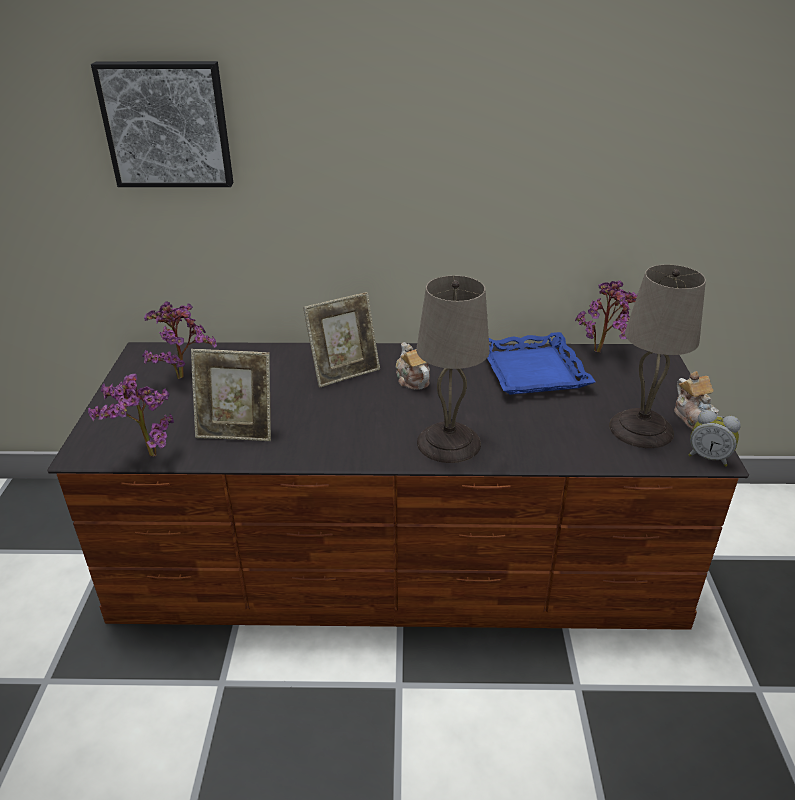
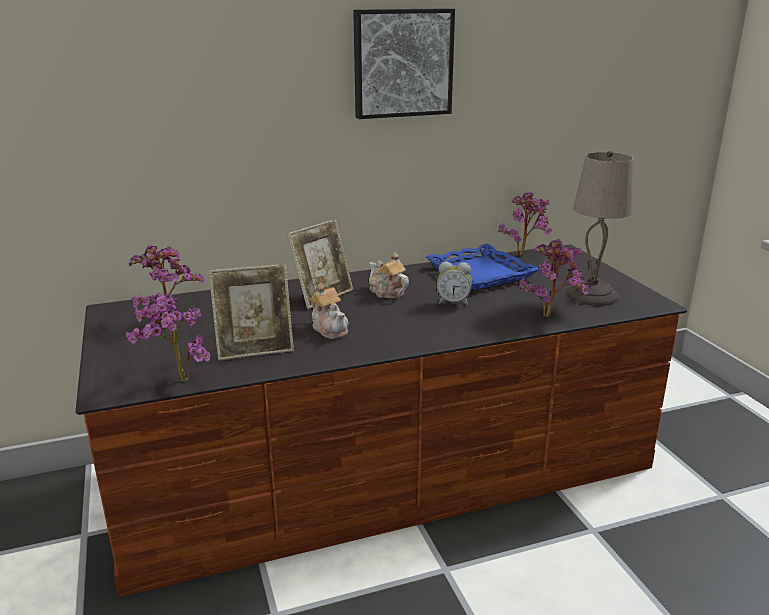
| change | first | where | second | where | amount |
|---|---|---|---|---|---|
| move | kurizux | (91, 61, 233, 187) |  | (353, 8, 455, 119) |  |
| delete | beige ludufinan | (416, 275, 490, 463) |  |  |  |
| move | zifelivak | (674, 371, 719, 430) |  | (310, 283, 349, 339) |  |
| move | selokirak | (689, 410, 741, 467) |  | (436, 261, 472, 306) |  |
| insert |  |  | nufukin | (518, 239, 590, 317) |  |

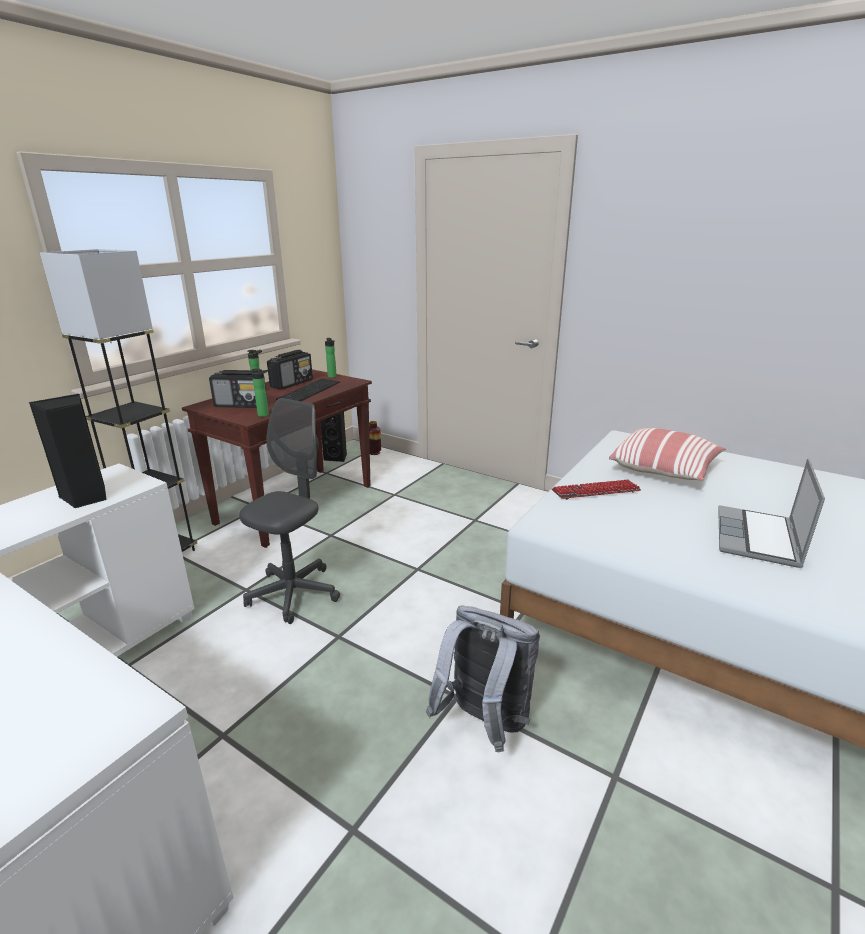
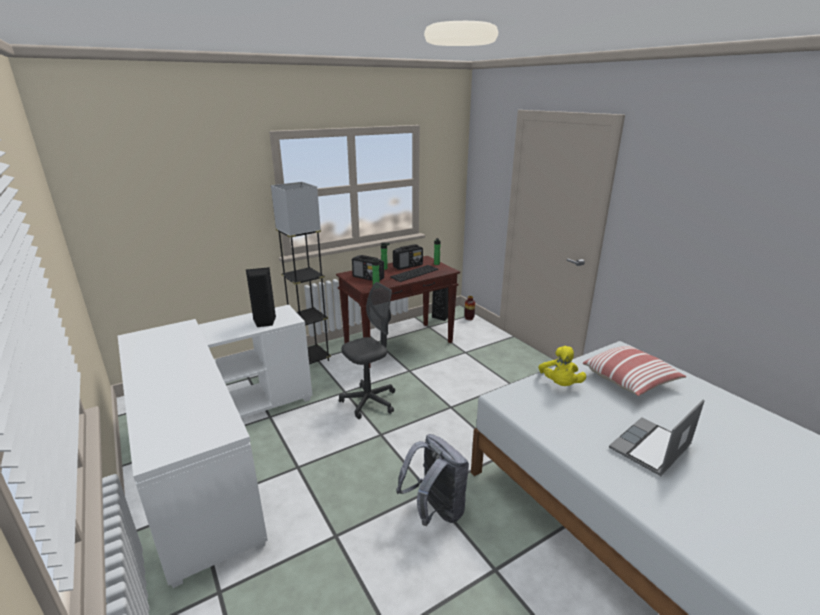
| change | first | where | second | where | amount |
|---|---|---|---|---|---|
| replace | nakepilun | (552, 479, 641, 500) | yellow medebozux | (539, 346, 586, 386) |  |

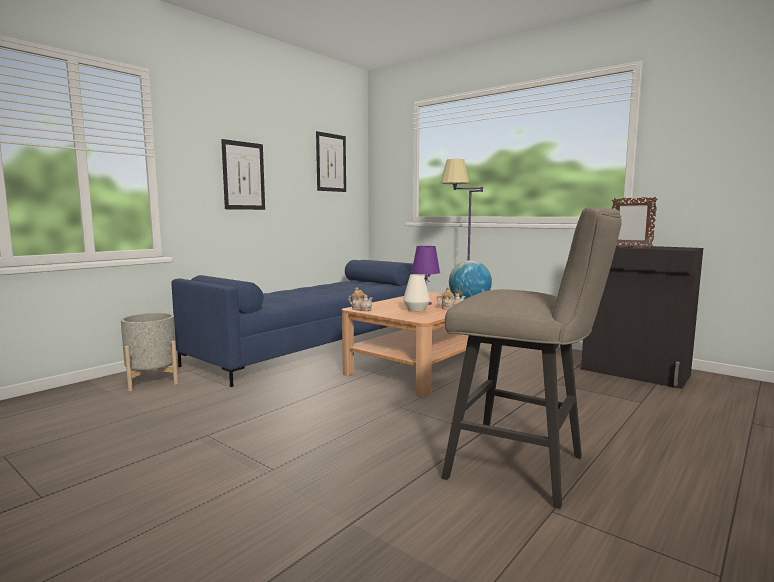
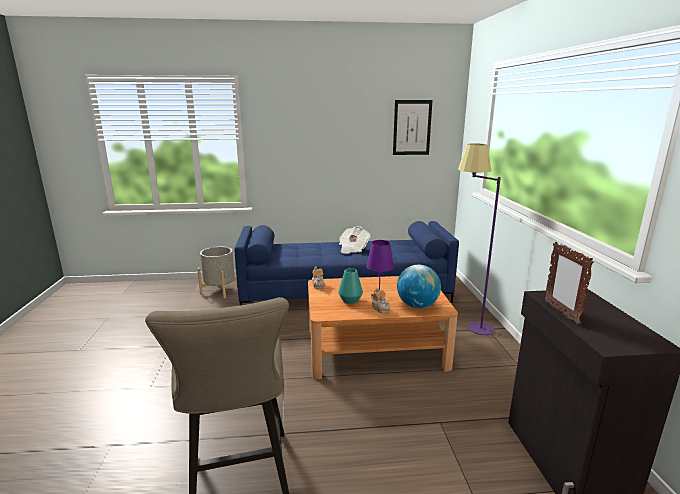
| change | first | where | second | where | amount |
|---|---|---|---|---|---|
| delete | kurizux | (221, 139, 265, 210) |  |  |  |
| recolor | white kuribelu | (403, 274, 430, 312) | turquoise kuribelu | (338, 268, 363, 304) |  |
| insert |  |  | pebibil | (339, 226, 371, 254) |  |

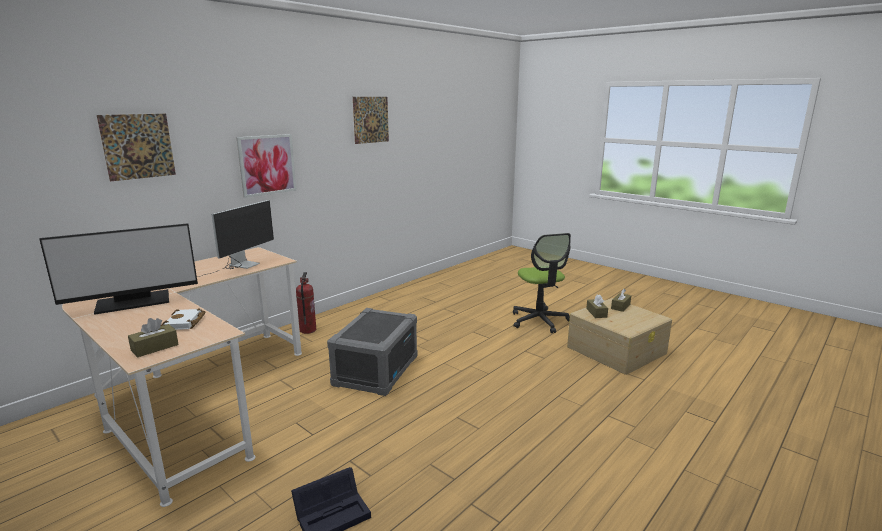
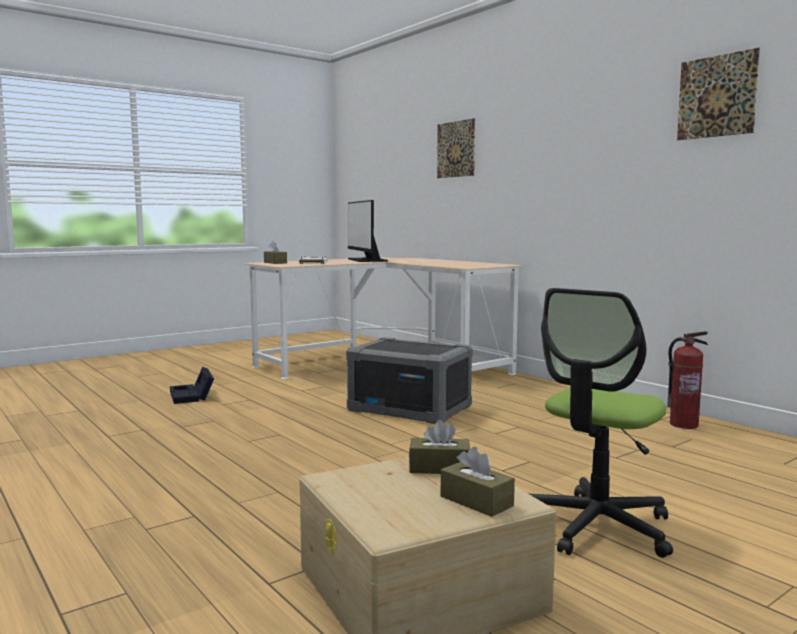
| change | first | where | second | where | amount |
|---|---|---|---|---|---|
| delete | kurizux | (236, 134, 296, 198) |  |  |  |
| delete | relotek | (197, 200, 274, 277) |  |  |  |
| rotate | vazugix | (513, 233, 571, 333) |  | (529, 288, 673, 558) | 45 degrees counterclockwise |
| move | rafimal | (296, 272, 316, 334) |  | (667, 331, 708, 429) |  |

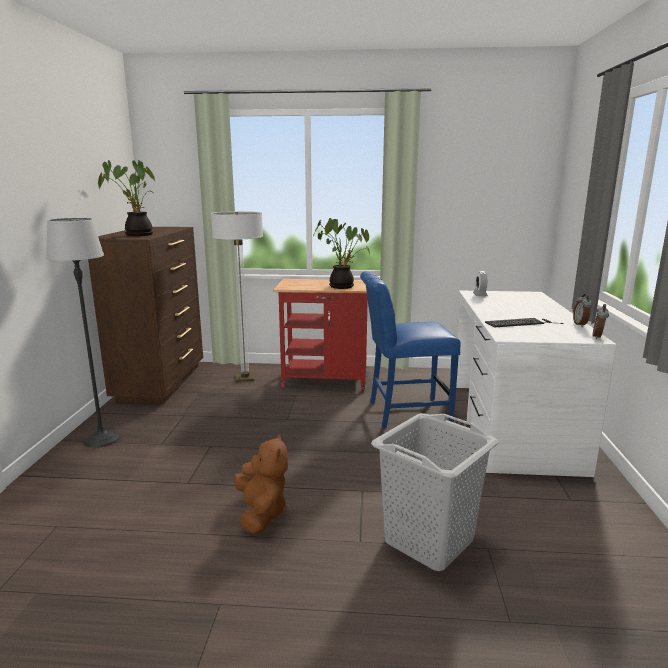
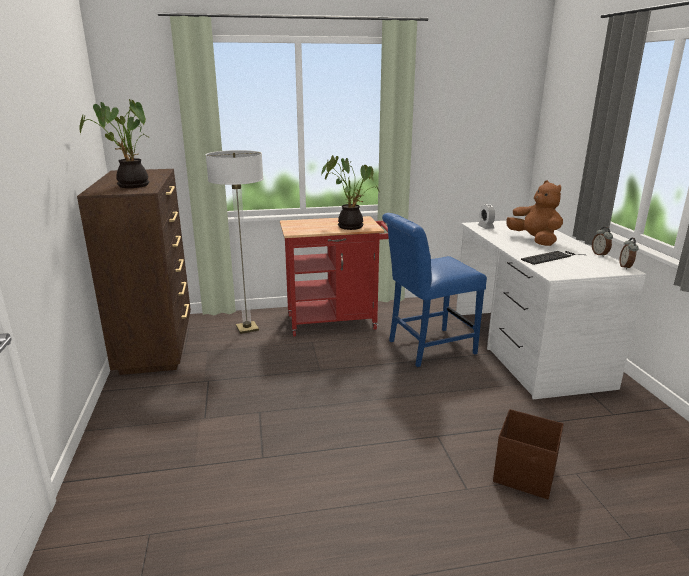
| change | first | where | second | where | amount |
|---|---|---|---|---|---|
| delete | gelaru | (46, 218, 120, 448) |  |  |  |
| replace | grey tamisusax | (371, 413, 498, 571) | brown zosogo | (493, 409, 564, 499) |  |
| move | brown medebozux | (234, 434, 288, 534) |  | (506, 180, 563, 246) |  |

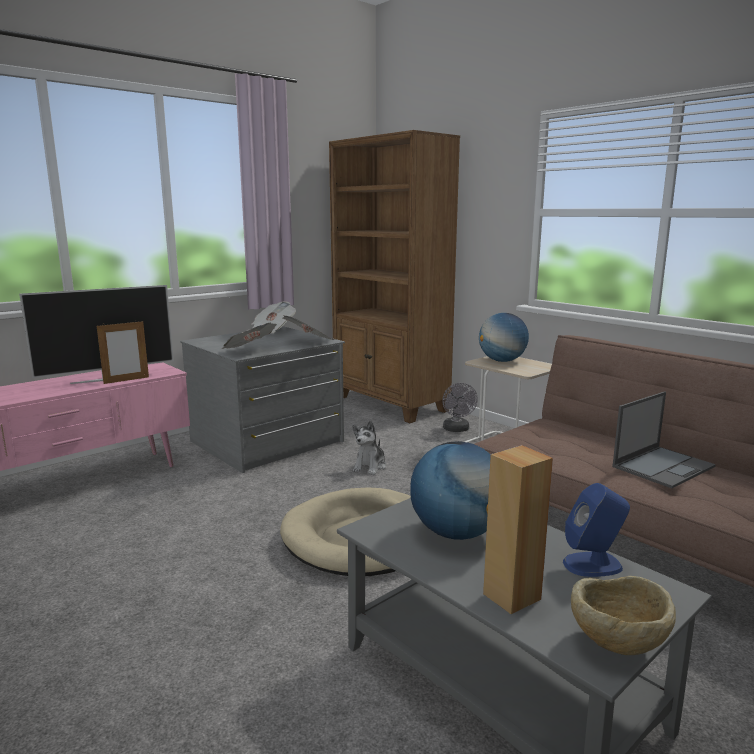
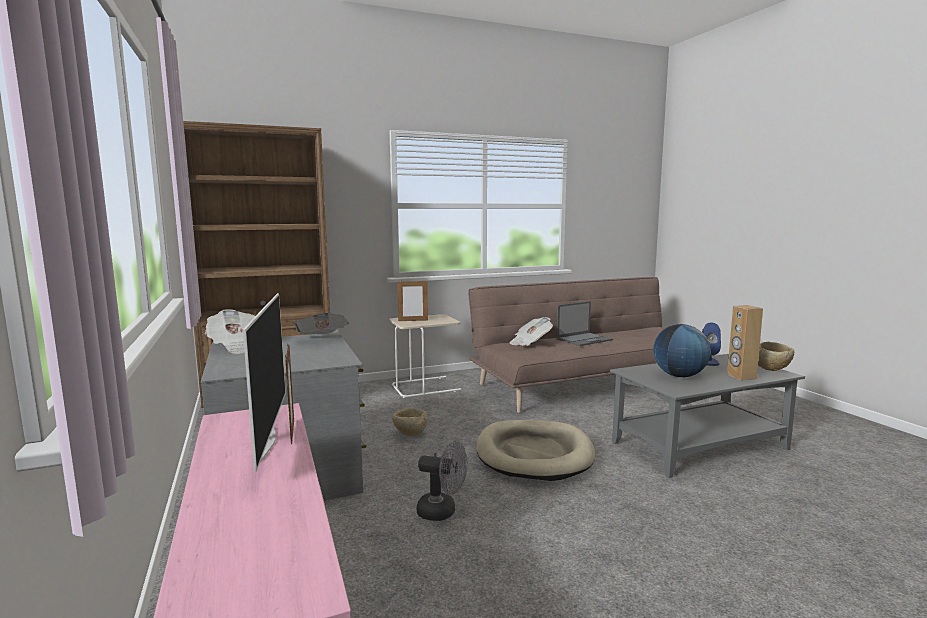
| change | first | where | second | where | amount |
|---|---|---|---|---|---|
| replace | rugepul | (479, 313, 529, 362) | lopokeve | (397, 281, 428, 321) |  |
| move | pebibil | (221, 323, 277, 349) |  | (509, 317, 553, 346) |  |
| move | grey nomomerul | (442, 383, 478, 432) |  | (417, 441, 467, 521) |  |
| rotate | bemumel | (612, 391, 716, 488) |  | (556, 301, 613, 346) | 75 degrees clockwise |
| replace | medebozux | (353, 421, 386, 475) | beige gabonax | (392, 407, 428, 436) |  |

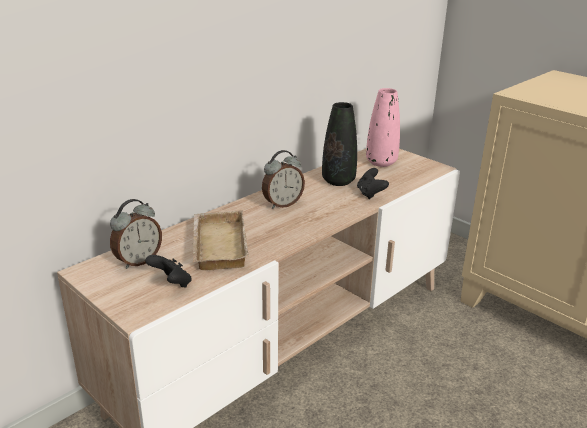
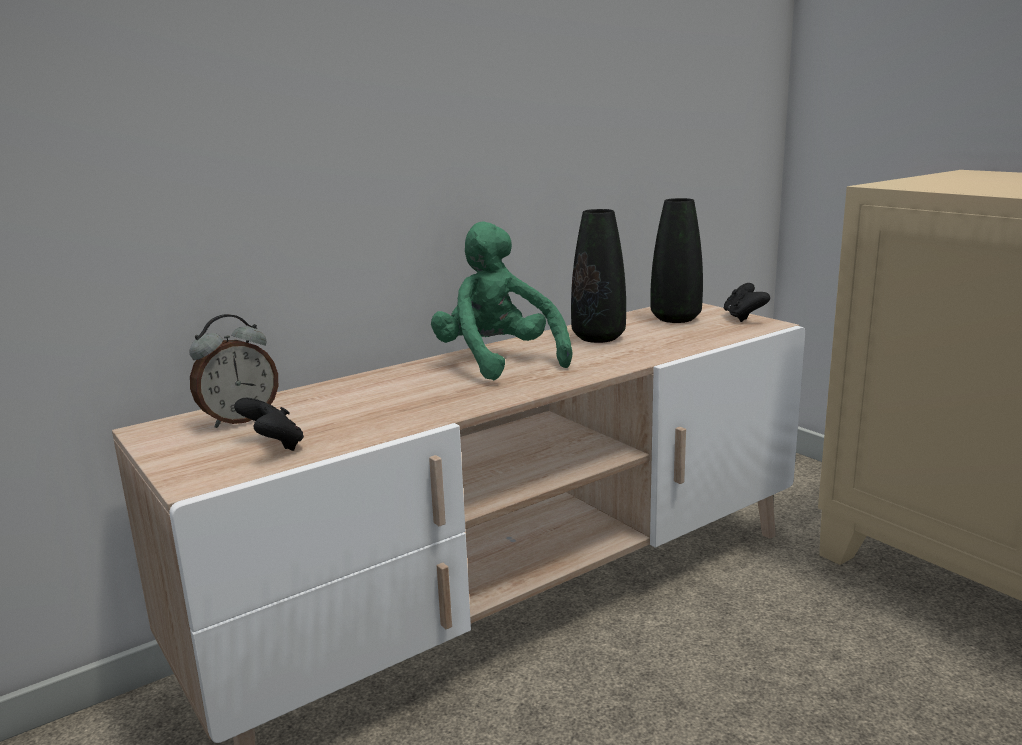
| change | first | where | second | where | amount |
|---|---|---|---|---|---|
| recolor | pink kuribelu | (366, 88, 400, 167) | black kuribelu | (650, 198, 703, 323) |  |
| replace | selokirak | (262, 150, 305, 209) | green medebozux | (431, 221, 572, 380) |  |
| move | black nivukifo | (357, 168, 389, 199) |  | (724, 283, 770, 322) |  |
| delete | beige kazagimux | (192, 210, 249, 270) |  |  |  |

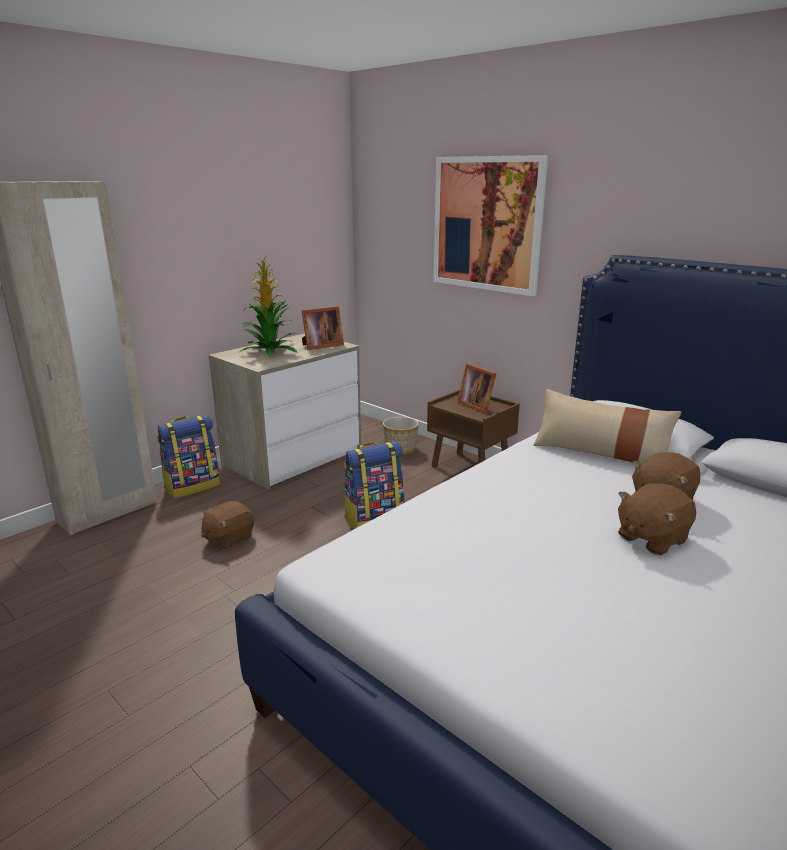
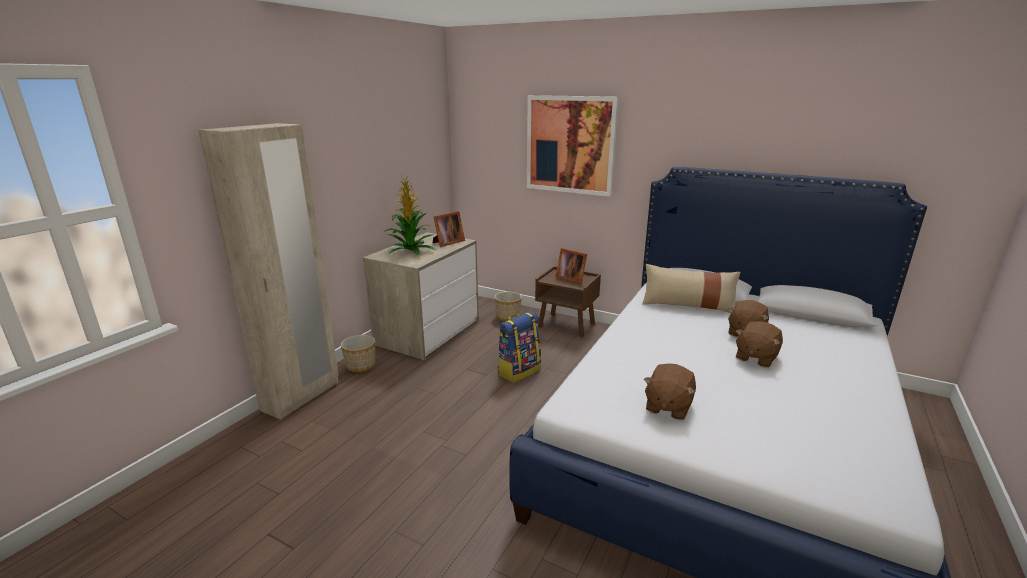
| change | first | where | second | where | amount |
|---|---|---|---|---|---|
| replace | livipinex | (157, 415, 220, 498) | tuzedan | (341, 335, 375, 373) |  |
| move | brown medebozux | (201, 501, 254, 550) |  | (644, 364, 696, 420) |  |

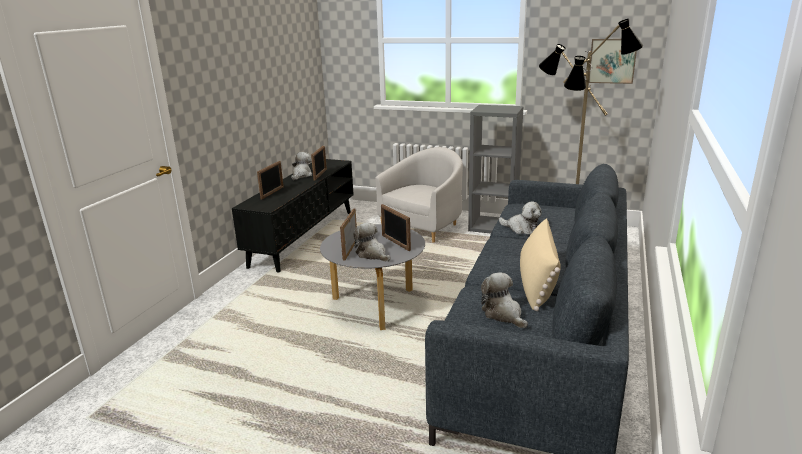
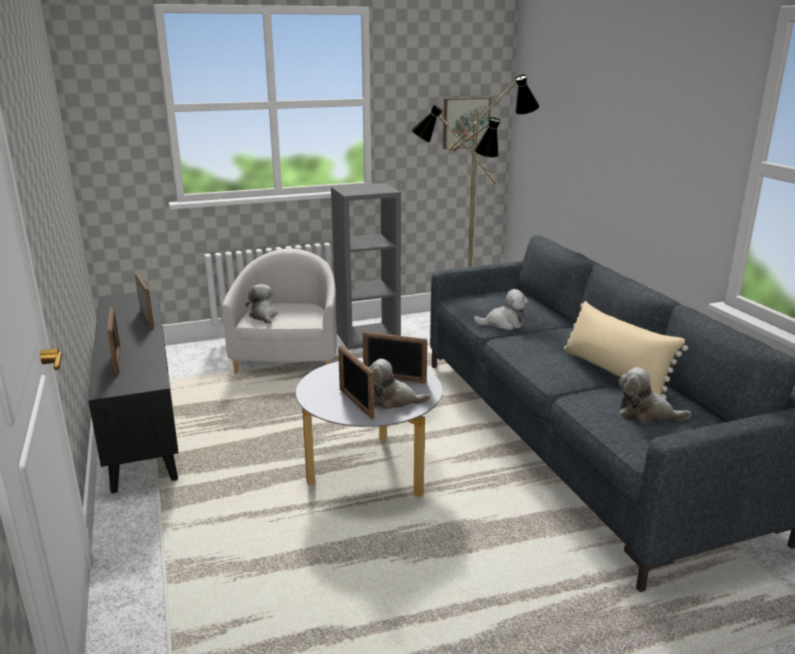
| change | first | where | second | where | amount |
|---|---|---|---|---|---|
| move | medebozux | (291, 152, 312, 180) |  | (246, 284, 278, 324) |  |

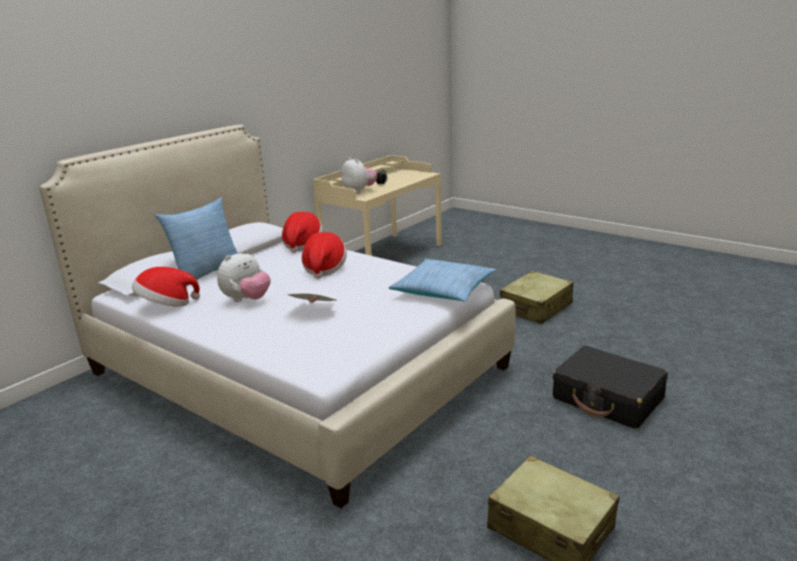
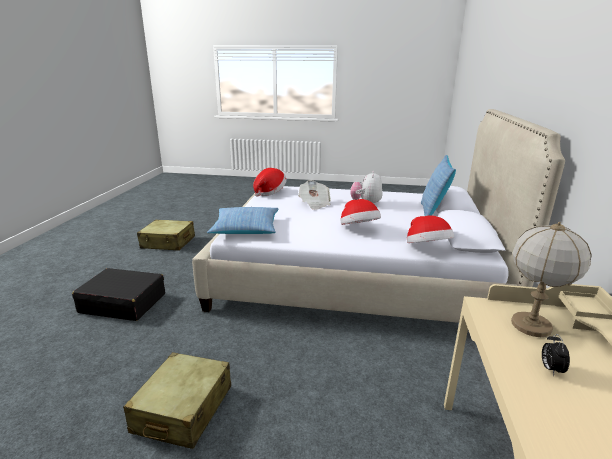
| change | first | where | second | where | amount |
|---|---|---|---|---|---|
| replace | medebozux | (341, 157, 377, 194) | ludufinan | (511, 222, 592, 337) |  |
| move | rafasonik | (132, 267, 200, 307) |  | (253, 168, 286, 197) |  |

